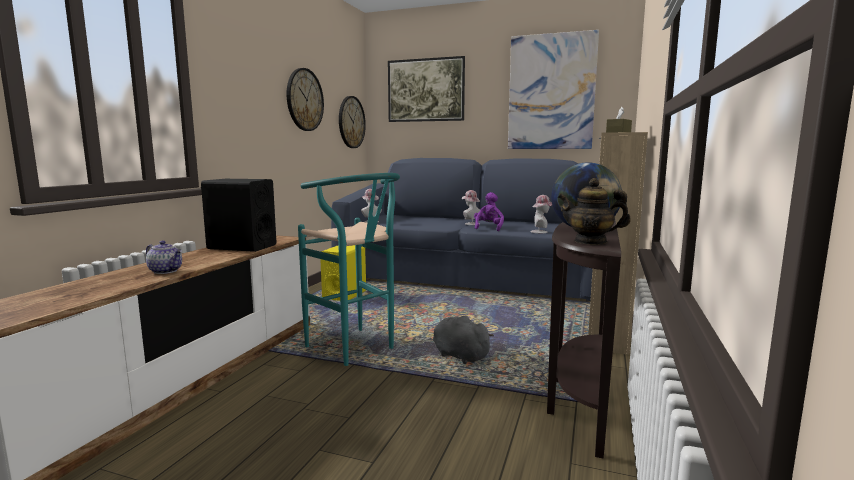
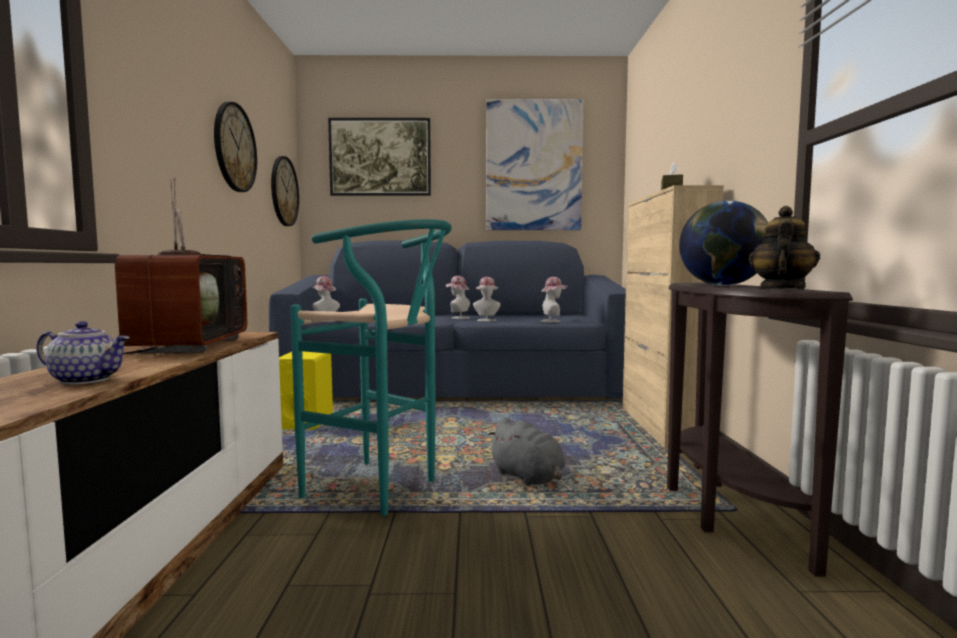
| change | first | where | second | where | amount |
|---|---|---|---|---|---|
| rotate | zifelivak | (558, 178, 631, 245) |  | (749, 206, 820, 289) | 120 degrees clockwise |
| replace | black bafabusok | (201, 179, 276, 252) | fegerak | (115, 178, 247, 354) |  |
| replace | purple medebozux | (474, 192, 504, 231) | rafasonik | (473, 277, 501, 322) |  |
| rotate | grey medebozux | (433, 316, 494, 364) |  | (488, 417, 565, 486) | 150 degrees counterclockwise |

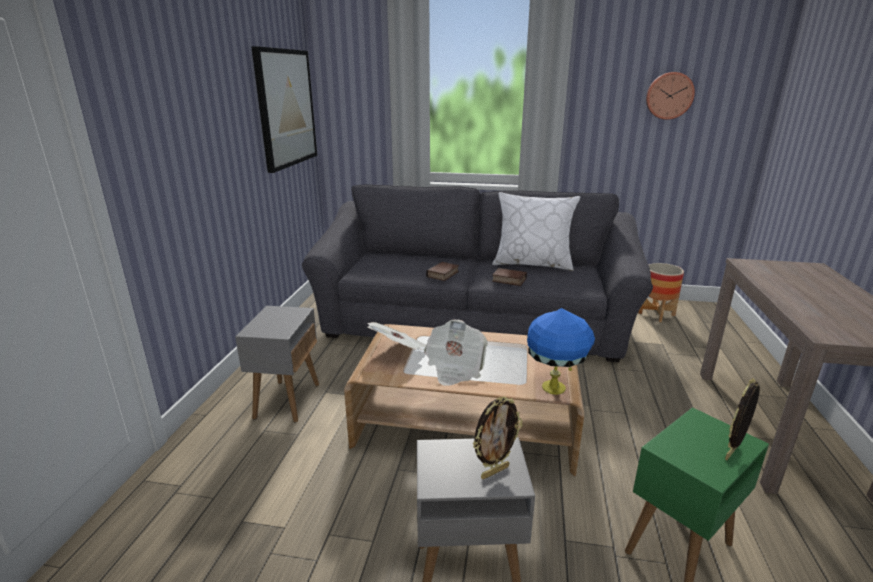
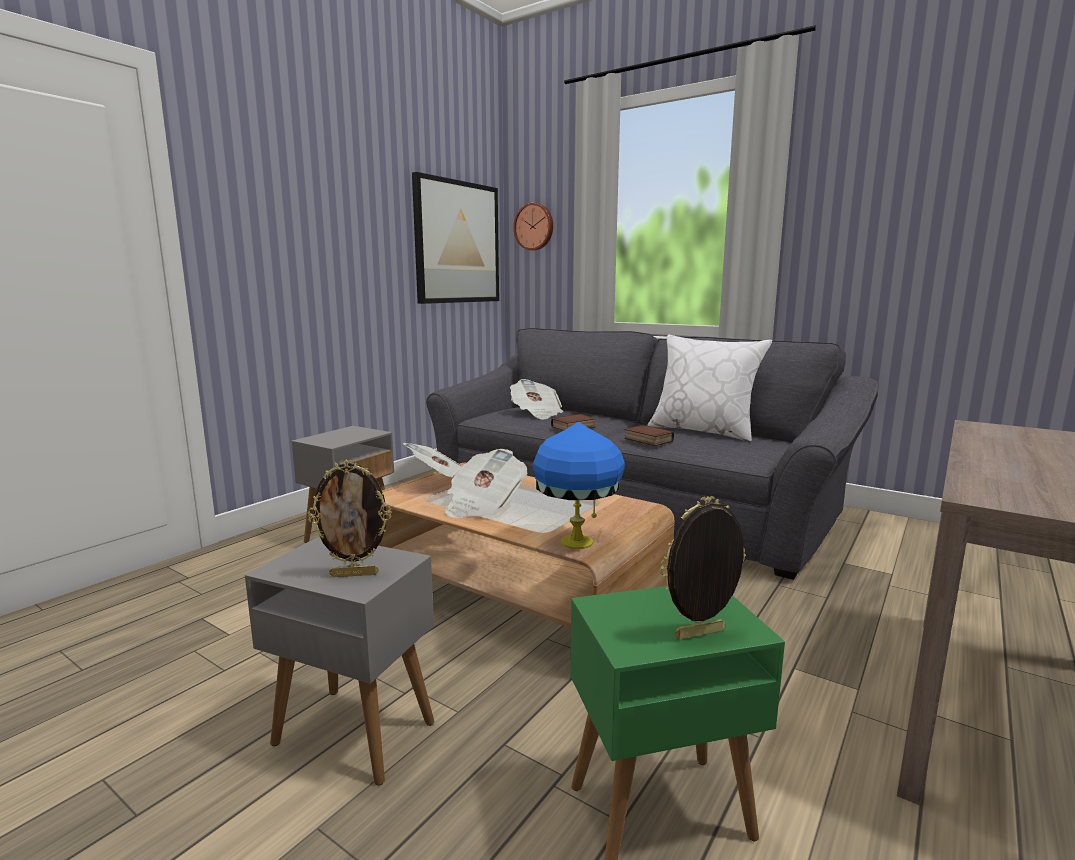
| change | first | where | second | where | amount |
|---|---|---|---|---|---|
| move | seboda | (646, 72, 695, 120) |  | (513, 203, 553, 250) |  |
| delete | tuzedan | (638, 263, 684, 322) |  |  |  |
| insert |  |  | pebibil | (510, 379, 563, 419) |  |

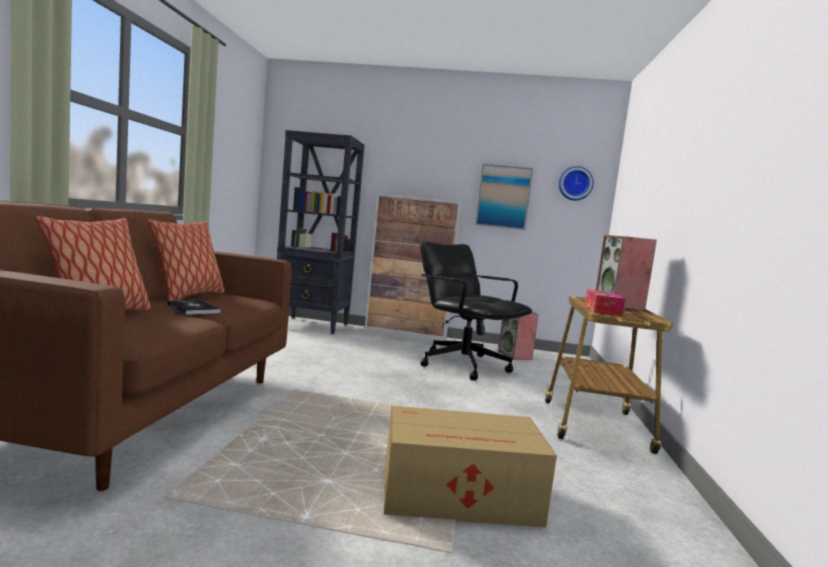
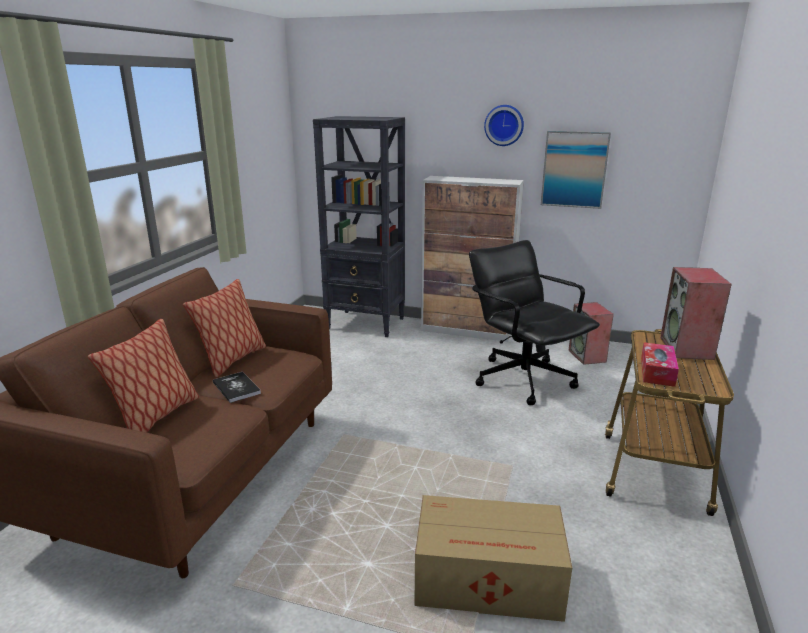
| change | first | where | second | where | amount |
|---|---|---|---|---|---|
| move | seboda | (559, 166, 594, 201) |  | (484, 105, 524, 146) |  |

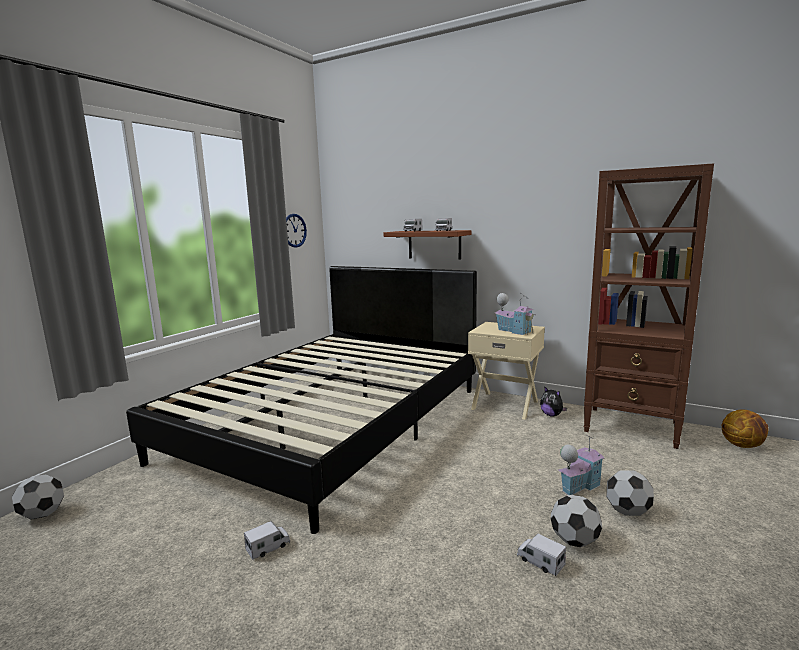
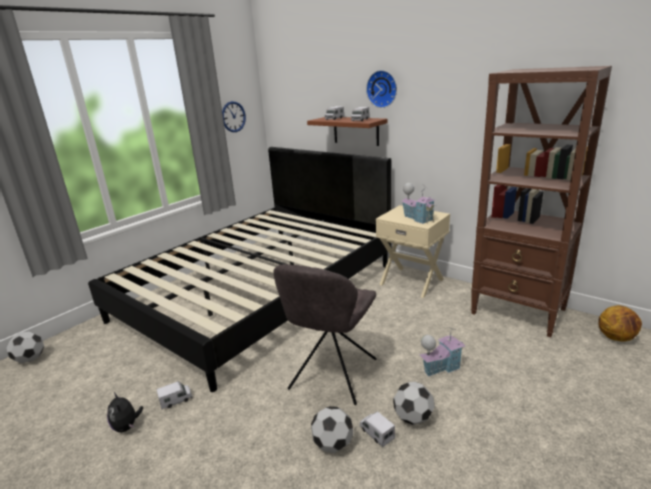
| change | first | where | second | where | amount |
|---|---|---|---|---|---|
| move | medebozux | (540, 386, 567, 417) |  | (107, 391, 144, 433) |  |
| move | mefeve | (606, 470, 654, 516) |  | (311, 406, 353, 453) |  |
| insert |  |  | seboda | (366, 70, 397, 108) |  |
| insert |  |  | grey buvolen | (273, 264, 376, 405) |  |

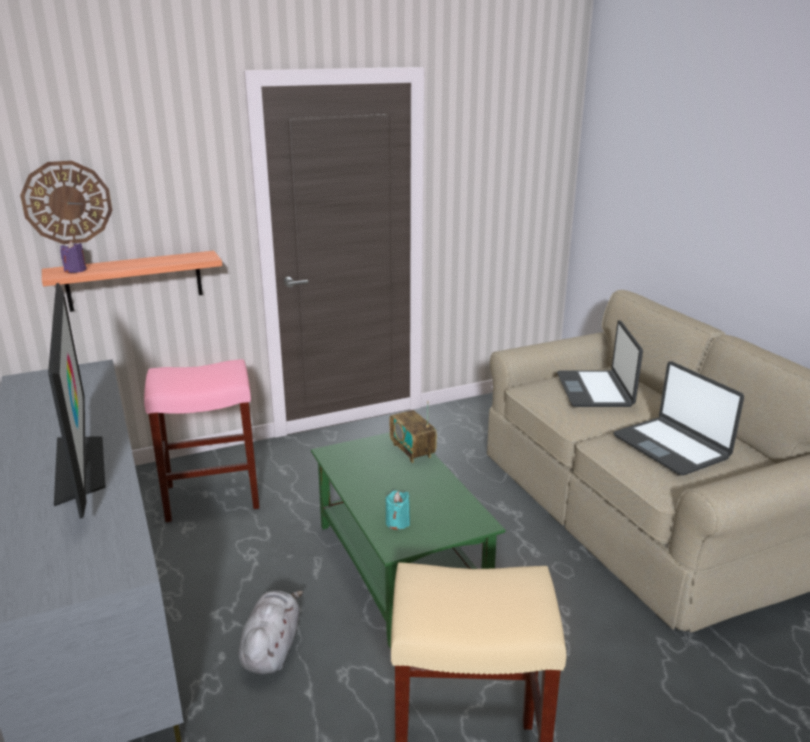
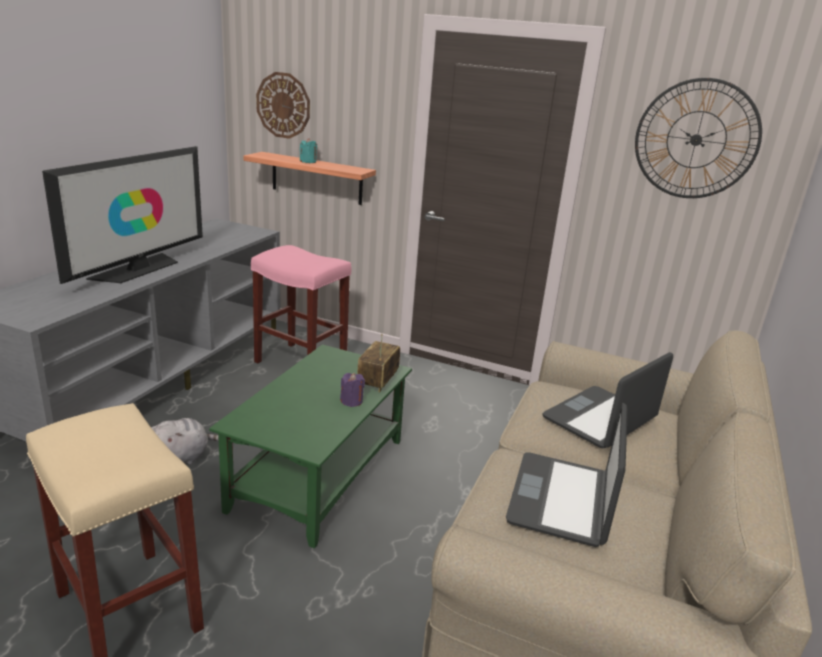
| change | first | where | second | where | amount |
|---|---|---|---|---|---|
| move | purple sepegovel | (60, 241, 87, 273) |  | (340, 373, 365, 407) |  |
| move | turquoise sepegovel | (386, 491, 410, 529) |  | (300, 138, 317, 163) |  |
| insert |  |  | seboda | (635, 78, 762, 198) |  |

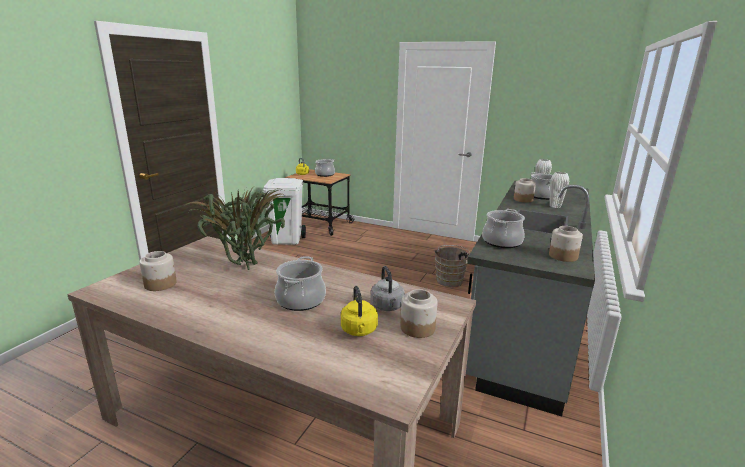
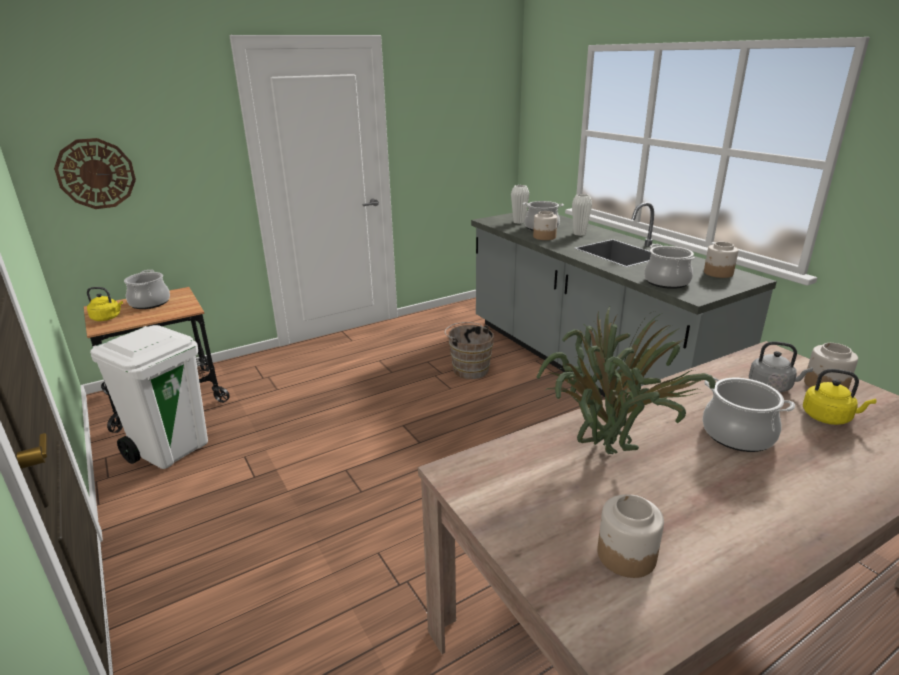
| change | first | where | second | where | amount |
|---|---|---|---|---|---|
| insert |  |  | seboda | (54, 138, 136, 209) |  |

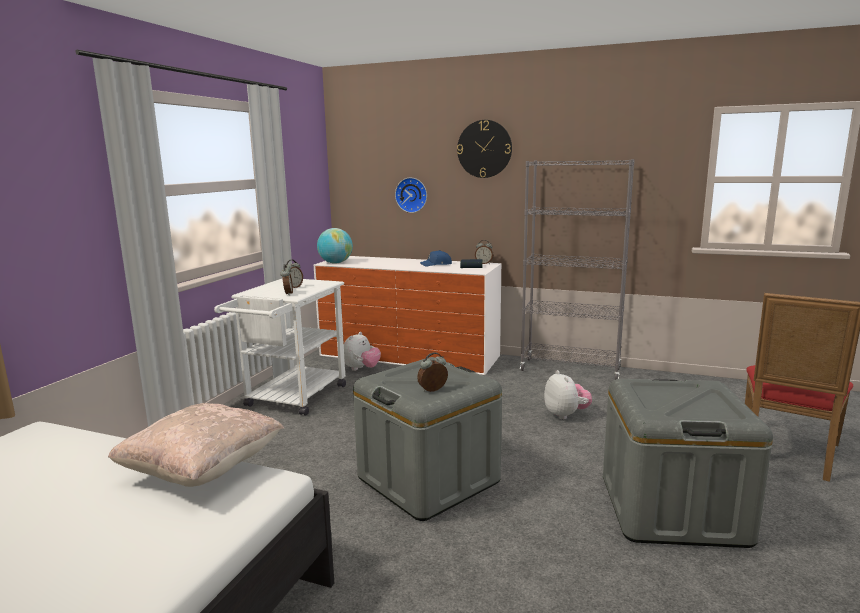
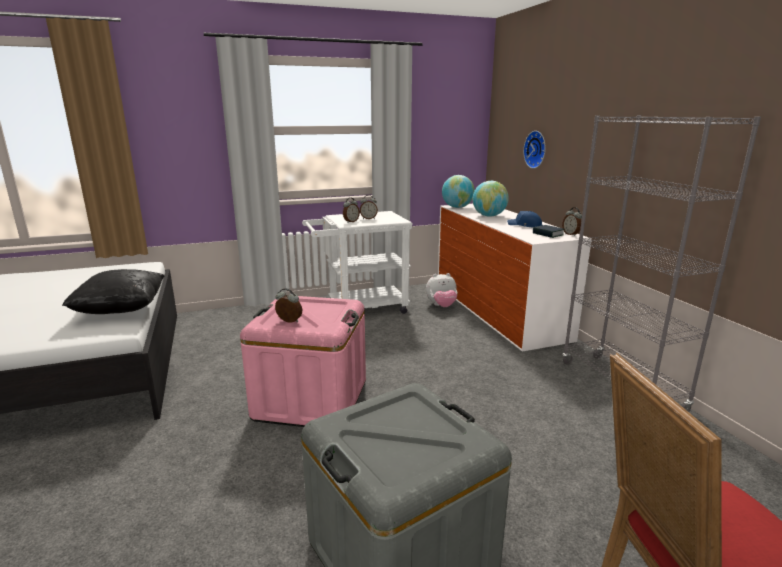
| change | first | where | second | where | amount |
|---|---|---|---|---|---|
| delete | seboda | (457, 120, 512, 178) |  |  |  |
| recolor | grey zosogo | (353, 357, 502, 521) | pink zosogo | (240, 296, 366, 427) |  |
| delete | medebozux | (544, 370, 592, 420) |  |  |  |
| recolor | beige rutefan | (108, 403, 284, 487) | black rutefan | (62, 269, 164, 314) |  |
| insert |  |  | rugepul | (472, 181, 509, 217) |  |

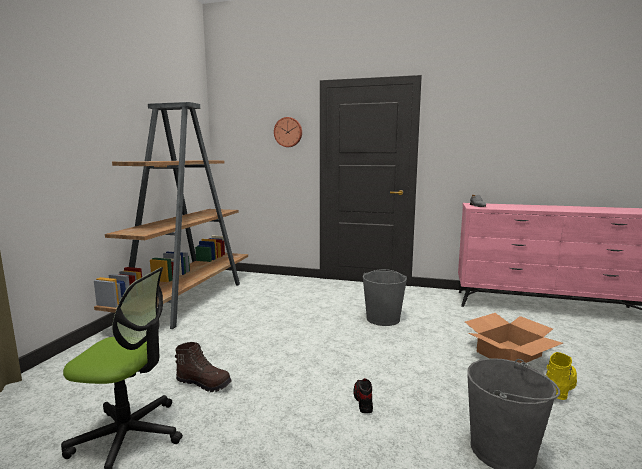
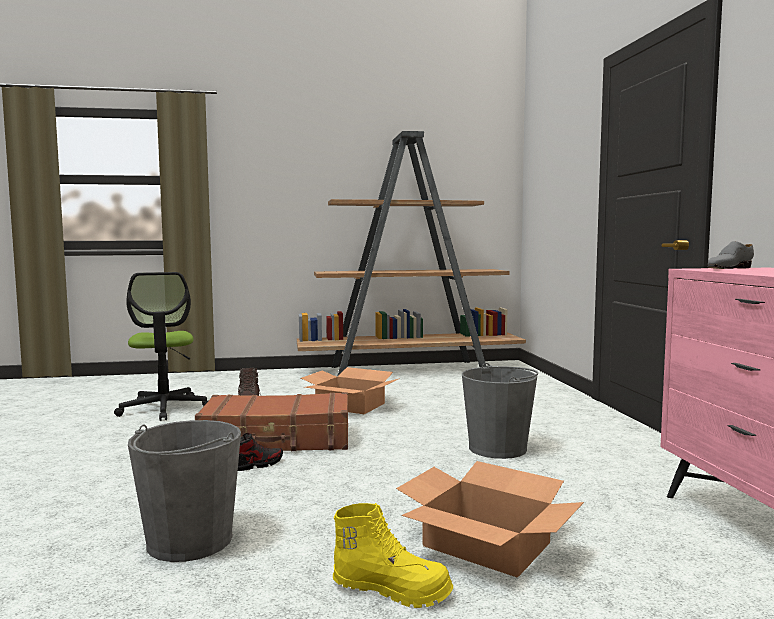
| change | first | where | second | where | amount |
|---|---|---|---|---|---|
| delete | seboda | (274, 117, 302, 147) |  |  |  |
| insert |  |  | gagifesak | (301, 367, 400, 414) |  |
| insert |  |  | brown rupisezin | (195, 392, 348, 451) |  |

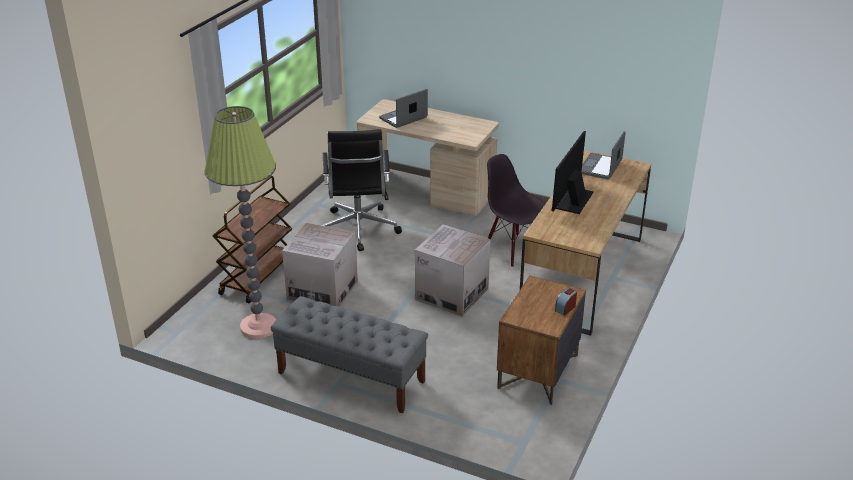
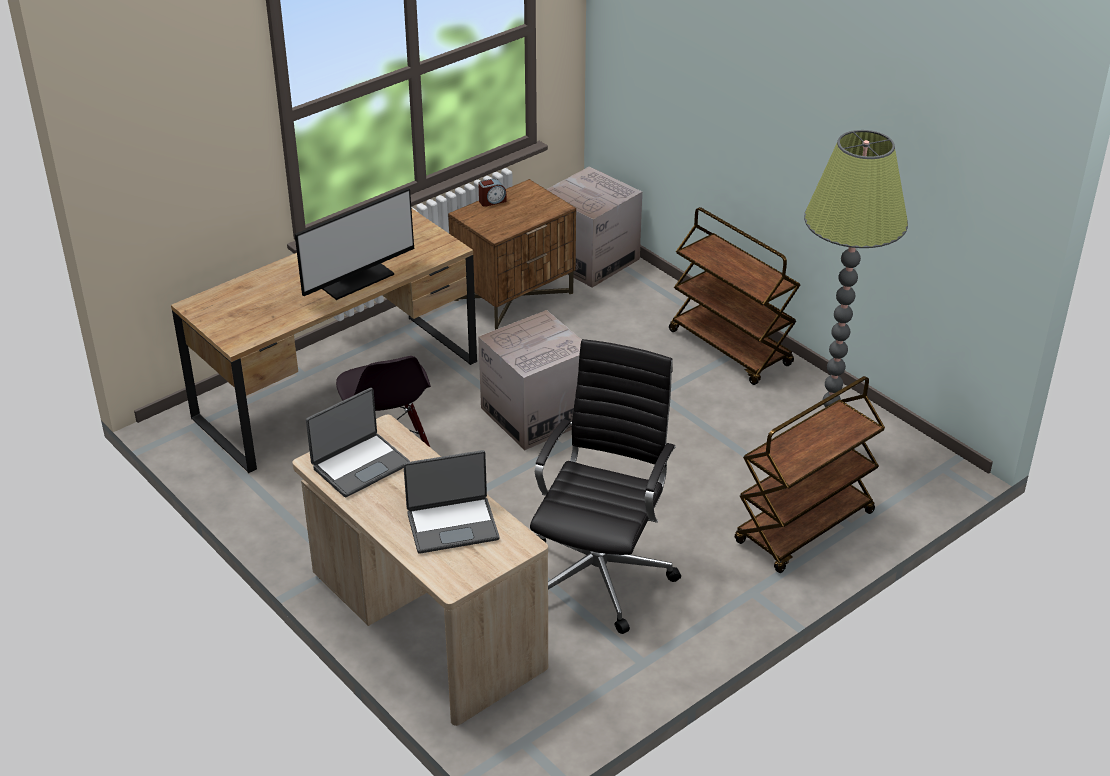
| change | first | where | second | where | amount |
|---|---|---|---|---|---|
| move | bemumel | (581, 131, 626, 179) |  | (306, 388, 410, 498) |  |
| move | gagifesak | (282, 223, 358, 307) |  | (546, 166, 642, 287) |  |
| replace | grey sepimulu | (271, 296, 428, 413) | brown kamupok | (669, 207, 800, 385) |  |

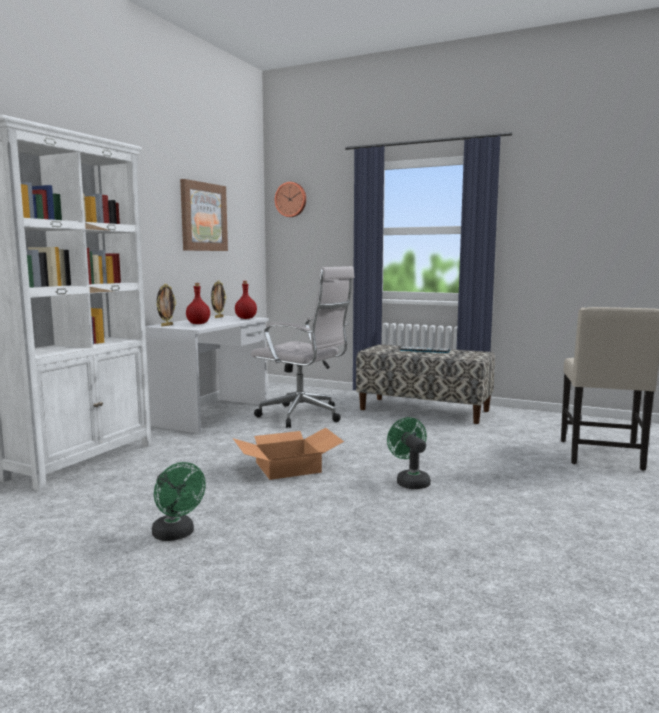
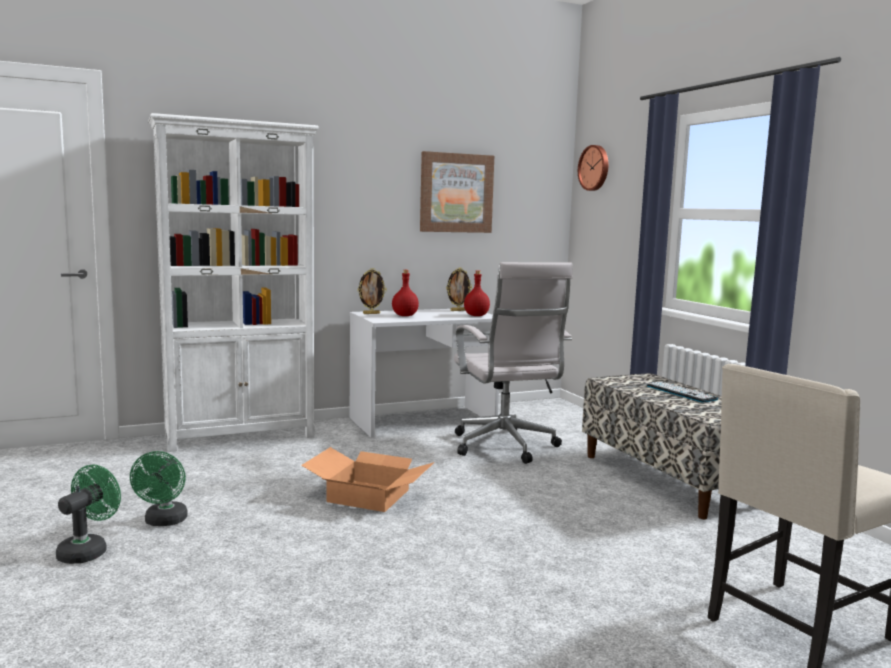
| change | first | where | second | where | amount |
|---|---|---|---|---|---|
| move | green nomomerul | (387, 417, 431, 489) |  | (56, 465, 121, 564) |  |

